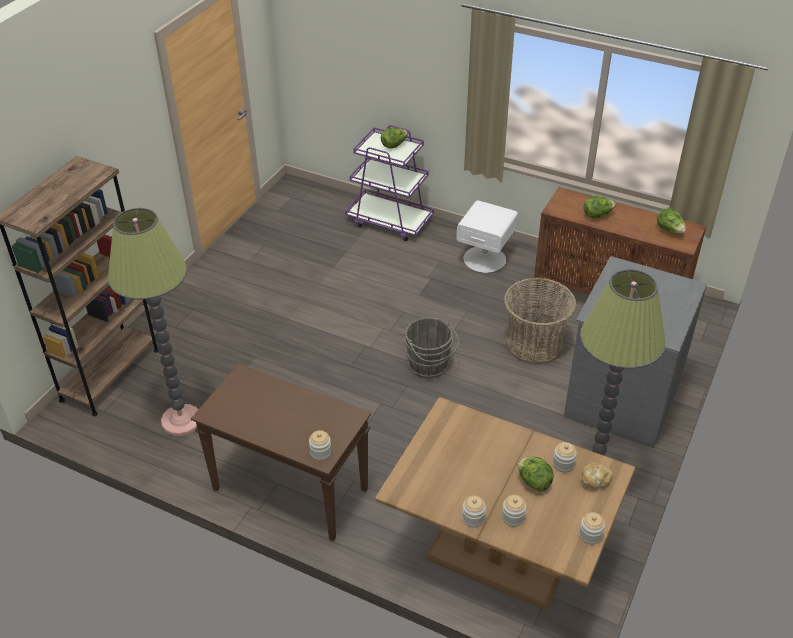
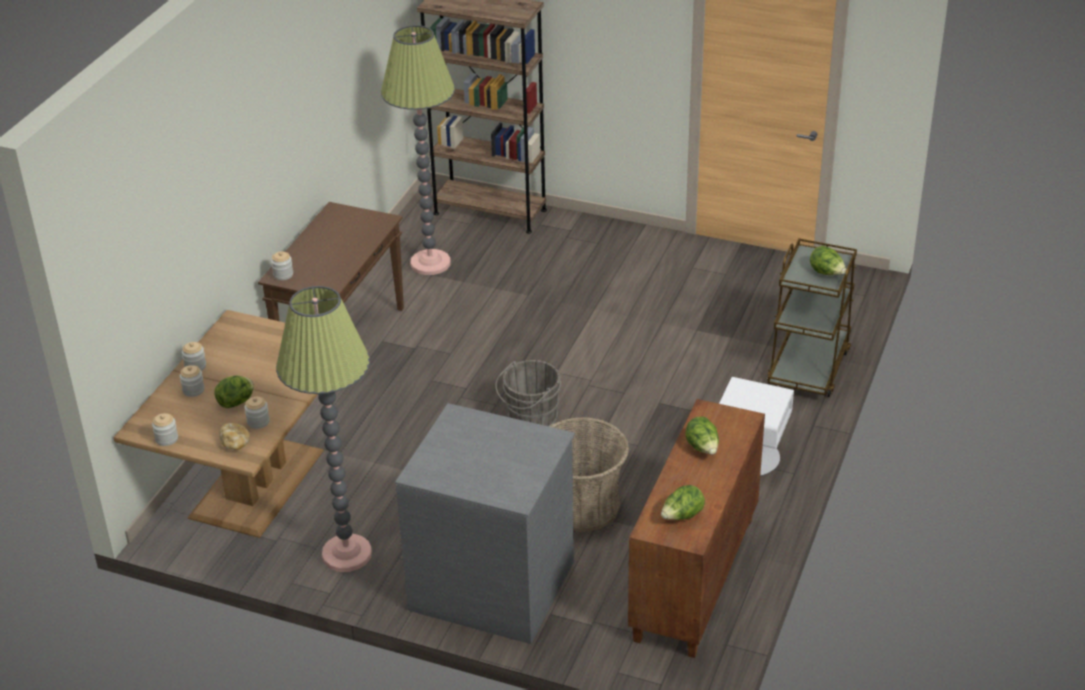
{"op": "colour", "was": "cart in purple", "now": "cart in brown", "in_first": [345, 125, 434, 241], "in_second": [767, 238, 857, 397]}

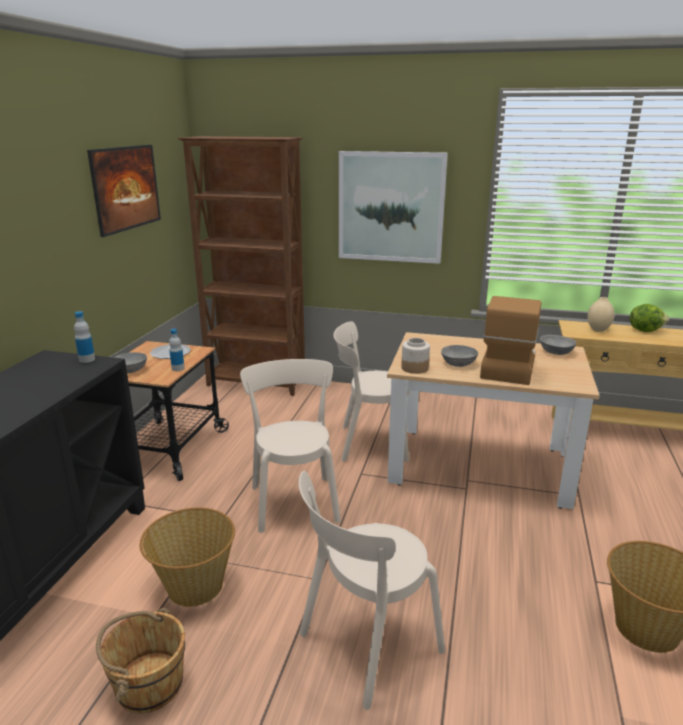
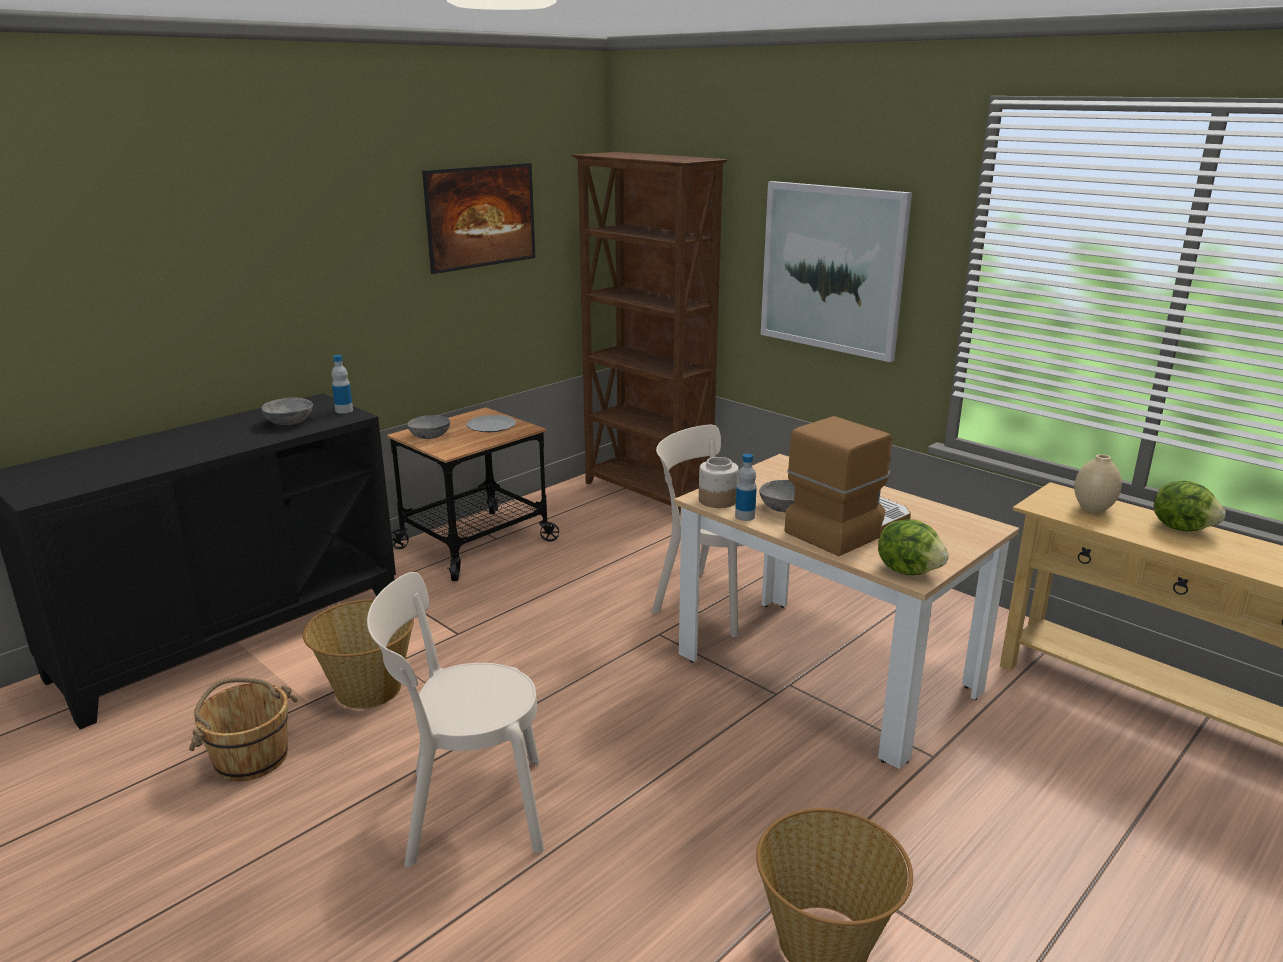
{"op": "relocated", "was": "bowl in grey", "in_first": [540, 335, 576, 355], "in_second": [261, 397, 313, 425]}
{"op": "relocated", "was": "bottle", "in_first": [169, 329, 184, 371], "in_second": [735, 454, 757, 521]}
{"op": "appeared", "now": "lettuce", "in_second": [878, 519, 949, 575]}
{"op": "missing", "was": "chair in beige", "in_first": [240, 359, 341, 533]}

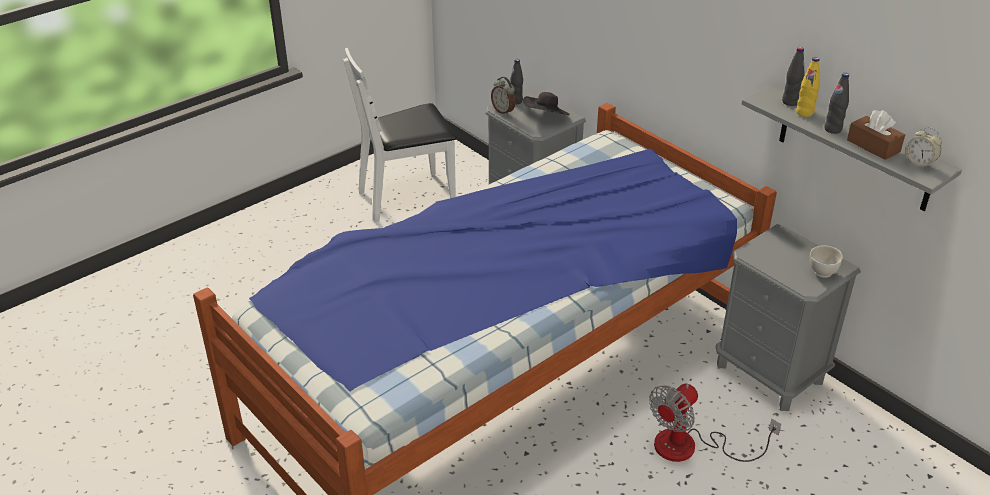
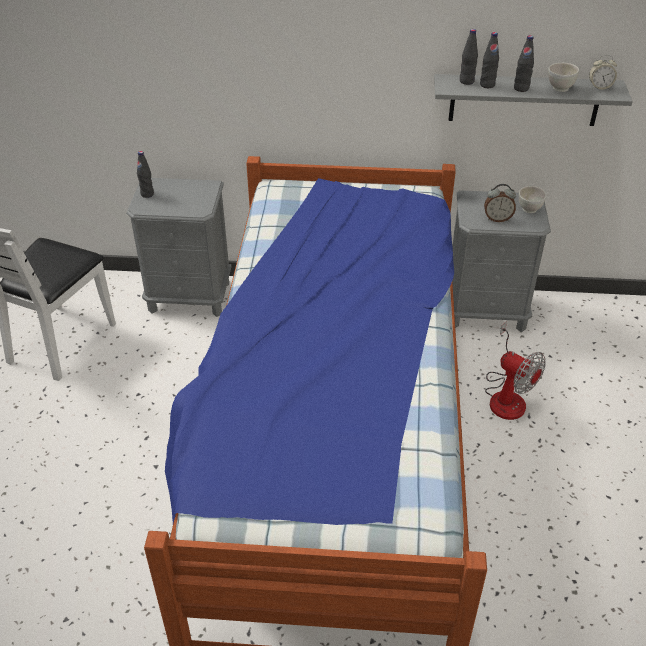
{"op": "colour", "was": "bottle in yellow", "now": "bottle in black", "in_first": [796, 57, 820, 117], "in_second": [480, 32, 499, 88]}
{"op": "relocated", "was": "alarm clock", "in_first": [491, 77, 516, 115], "in_second": [484, 184, 516, 222]}
{"op": "spun", "was": "fan", "in_first": [649, 384, 781, 462], "in_second": [485, 321, 546, 420], "clockwise": -45}
{"op": "exchanged", "was": "tissue box in brown", "now": "bowl in white", "in_first": [847, 110, 905, 160], "in_second": [548, 63, 579, 92]}
{"op": "missing", "was": "hat in black", "in_first": [523, 92, 570, 115]}

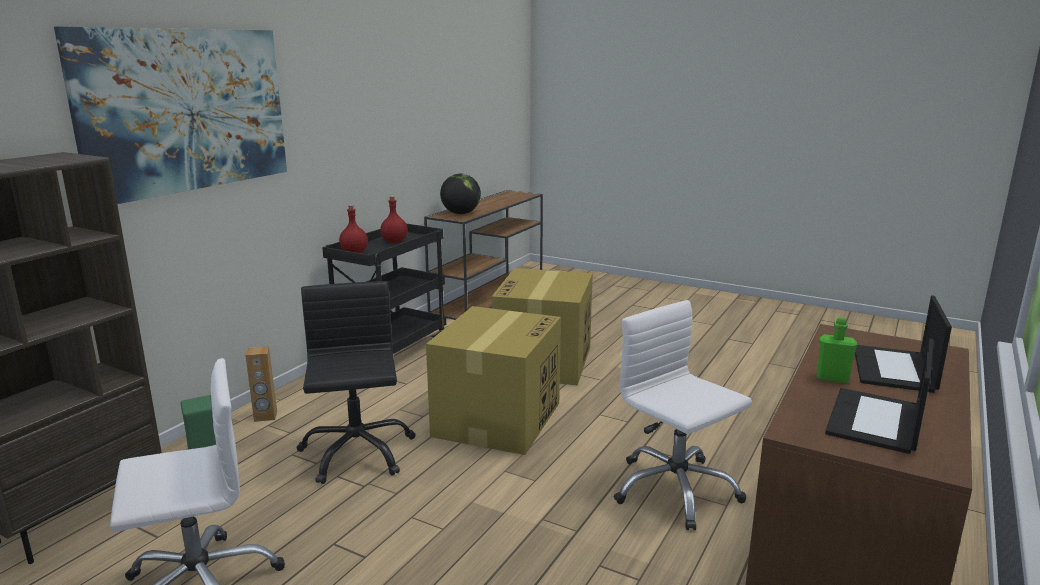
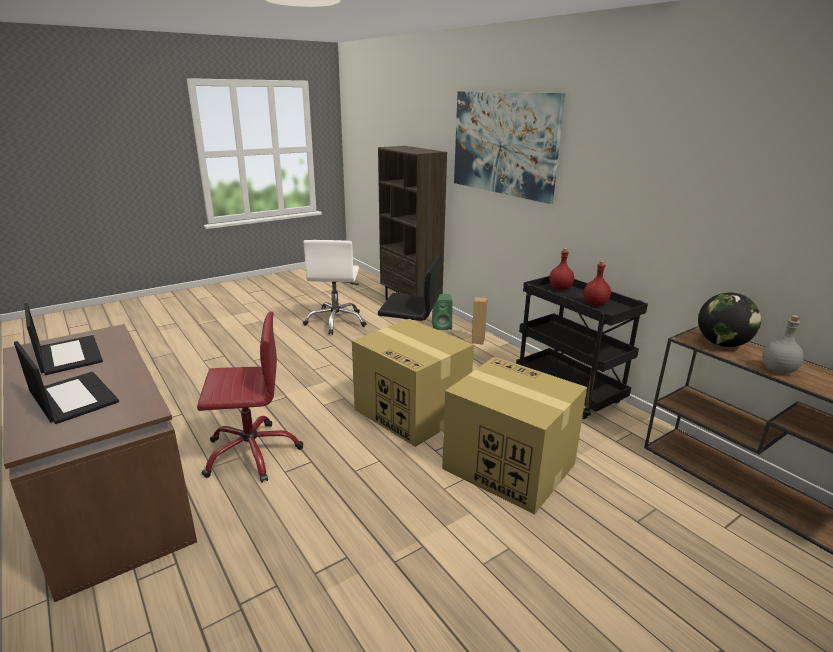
{"op": "colour", "was": "office chair in white", "now": "office chair in red", "in_first": [614, 300, 752, 530], "in_second": [197, 311, 303, 483]}
{"op": "appeared", "now": "bottle in grey", "in_second": [762, 315, 804, 374]}
{"op": "missing", "was": "bottle in green", "in_first": [817, 317, 857, 383]}

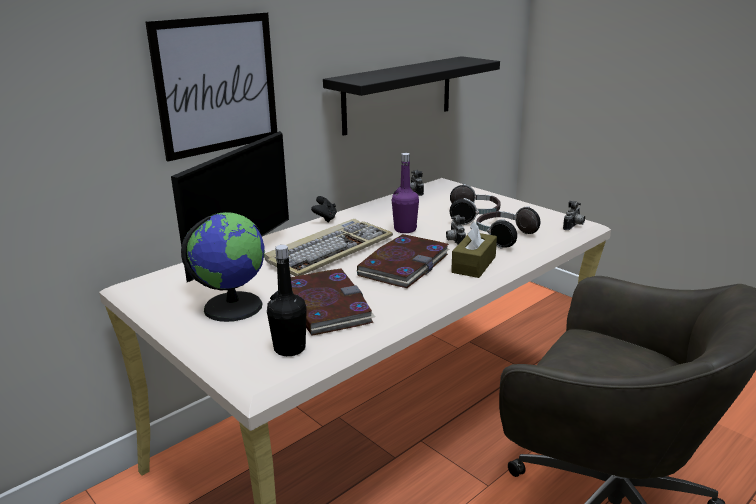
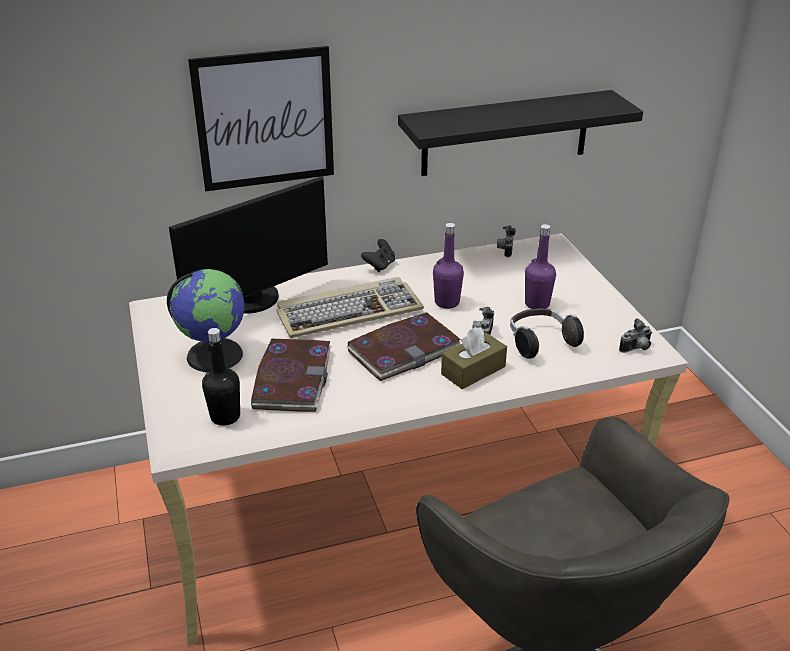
{"op": "exchanged", "was": "headphones", "now": "bottle in purple", "in_first": [450, 184, 501, 225], "in_second": [525, 224, 556, 309]}

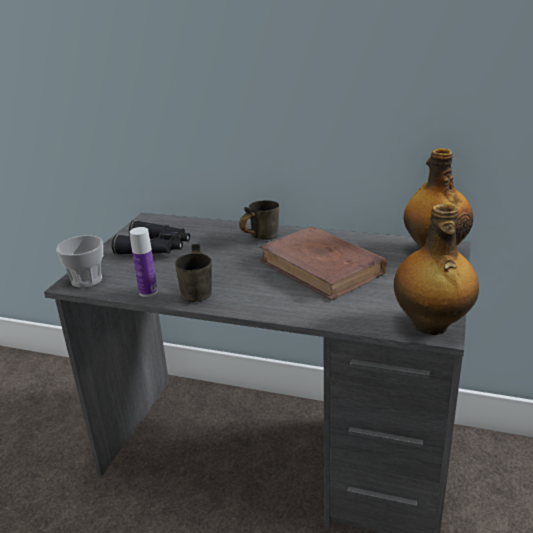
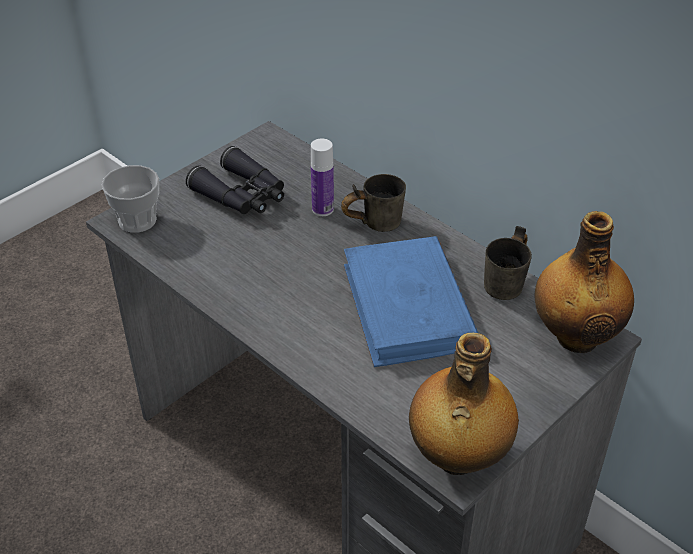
{"op": "relocated", "was": "bottle", "in_first": [129, 227, 158, 297], "in_second": [311, 139, 334, 216]}
{"op": "colour", "was": "book in brown", "now": "book in blue", "in_first": [259, 226, 387, 300], "in_second": [344, 236, 478, 367]}
{"op": "relocated", "was": "mug in grey", "in_first": [175, 244, 212, 302], "in_second": [484, 226, 532, 300]}

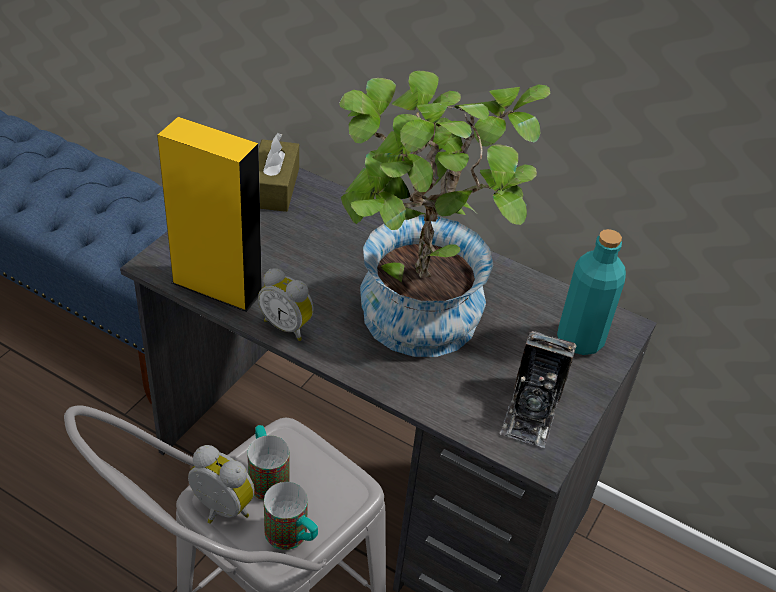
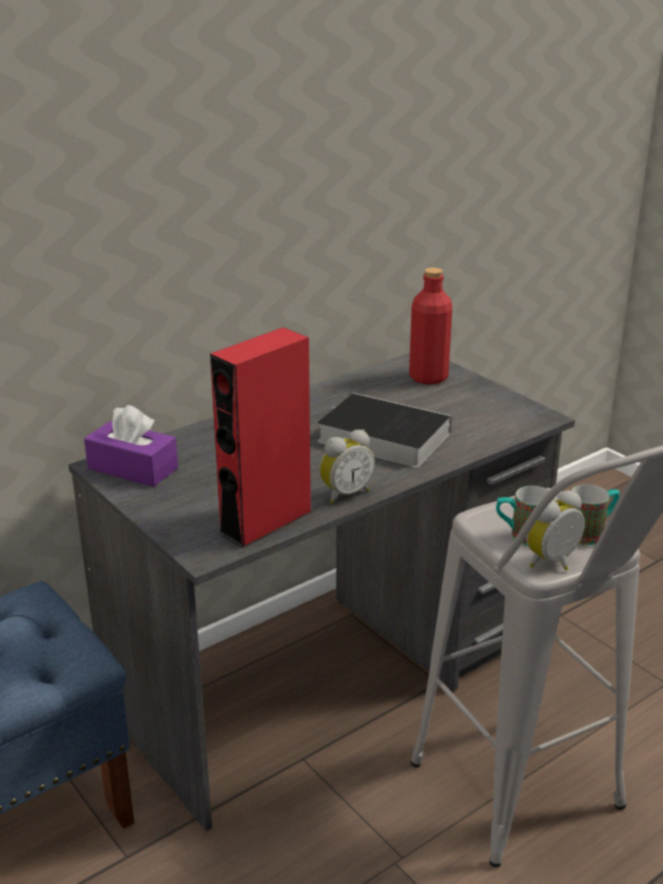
{"op": "colour", "was": "tissue box in brown", "now": "tissue box in purple", "in_first": [259, 133, 299, 212], "in_second": [84, 405, 178, 487]}
{"op": "colour", "was": "speaker in yellow", "now": "speaker in red", "in_first": [157, 117, 262, 312], "in_second": [210, 327, 312, 548]}
{"op": "exchanged", "was": "potted plant", "now": "book", "in_first": [339, 71, 550, 357], "in_second": [317, 393, 452, 468]}
{"op": "colour", "was": "bottle in turquoise", "now": "bottle in red", "in_first": [557, 229, 626, 355], "in_second": [409, 268, 452, 385]}
{"op": "missing", "was": "photo camera", "in_first": [500, 331, 577, 448]}

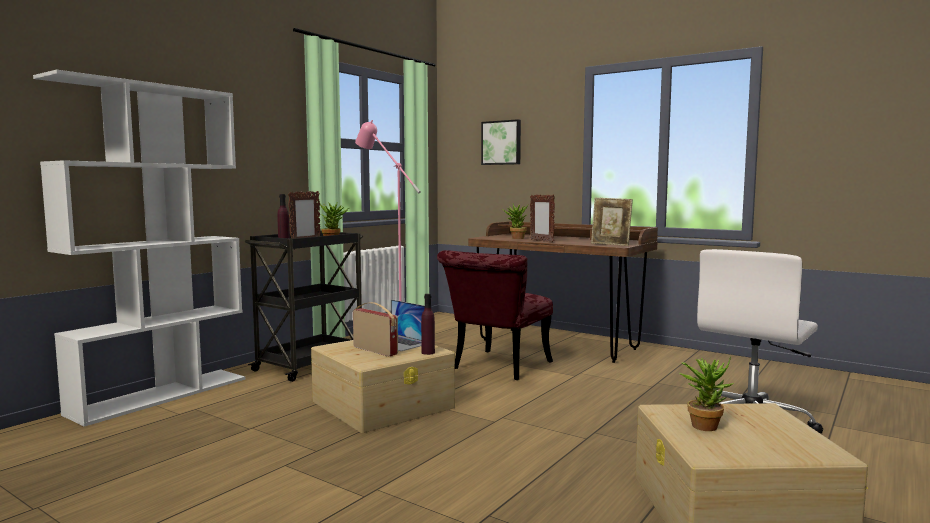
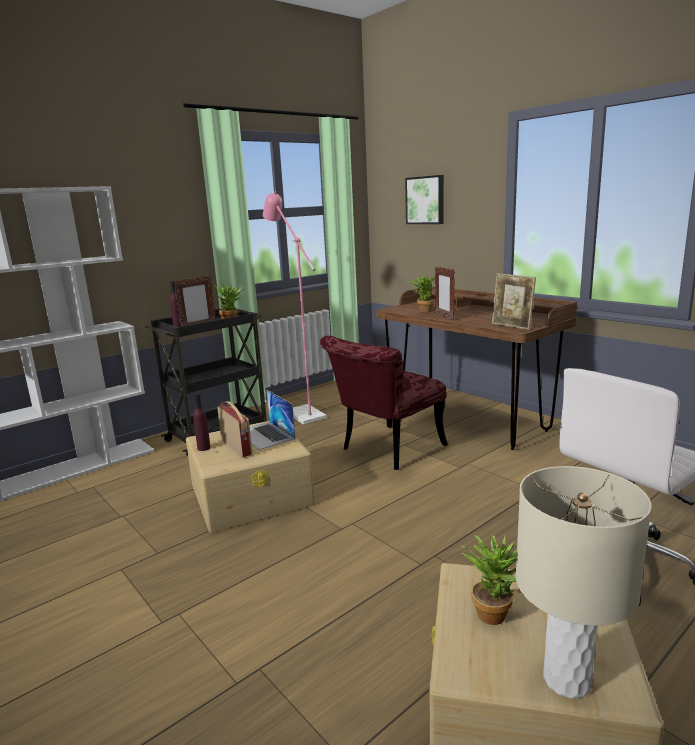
{"op": "relocated", "was": "bottle in purple", "in_first": [421, 294, 435, 355], "in_second": [193, 393, 211, 451]}
{"op": "appeared", "now": "table lamp in beige", "in_second": [516, 466, 652, 699]}

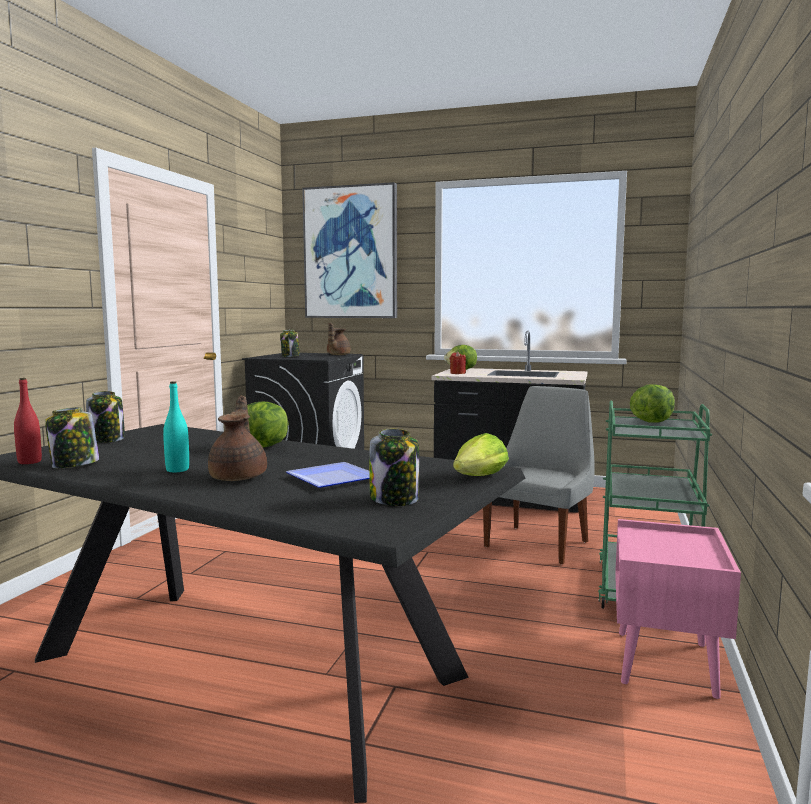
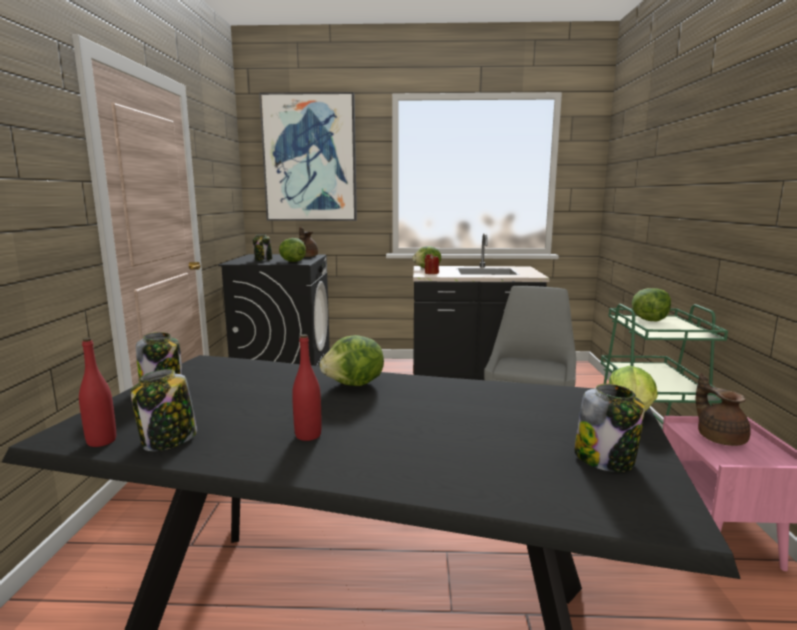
{"op": "appeared", "now": "lettuce", "in_second": [279, 238, 306, 262]}
{"op": "colour", "was": "bottle in turquoise", "now": "bottle in red", "in_first": [163, 381, 189, 472], "in_second": [292, 334, 322, 441]}
{"op": "relocated", "was": "teapot in brown", "in_first": [208, 395, 267, 481], "in_second": [696, 373, 751, 446]}
{"op": "missing", "was": "plate", "in_first": [286, 462, 370, 488]}

